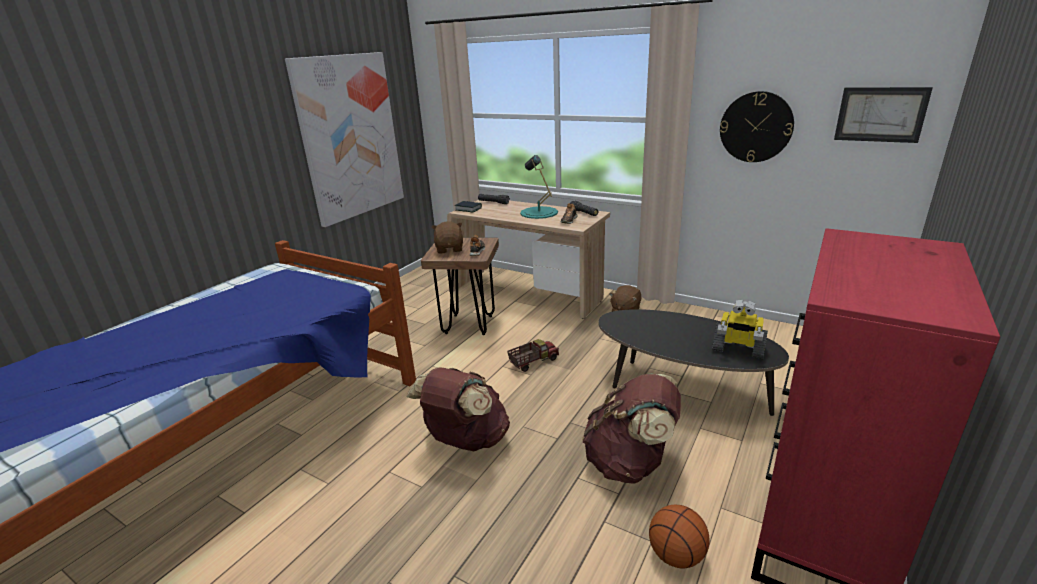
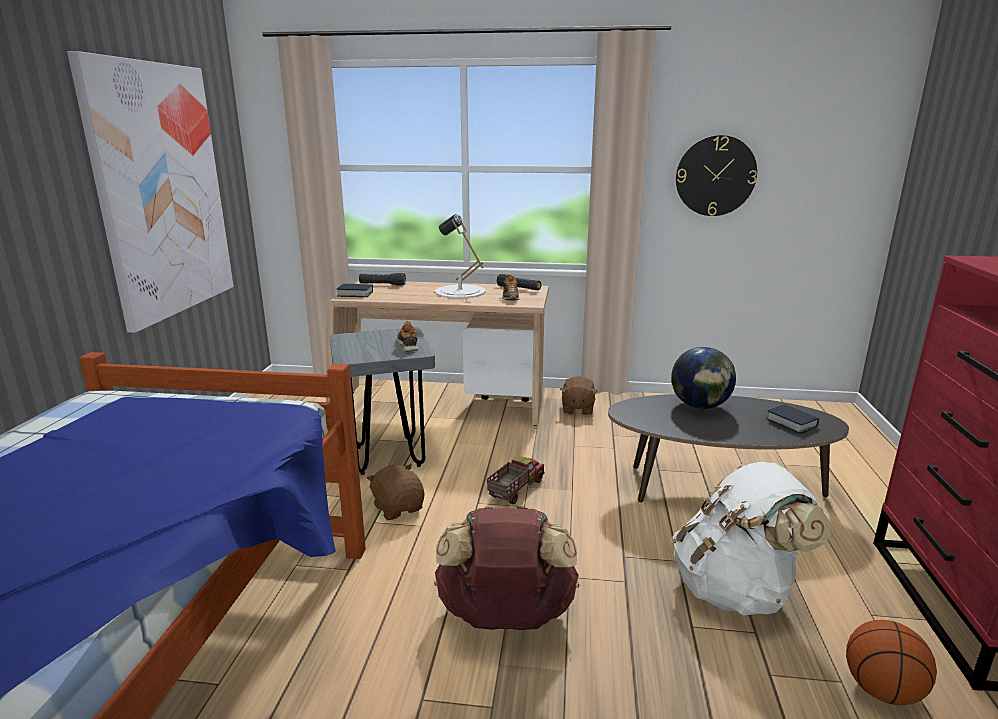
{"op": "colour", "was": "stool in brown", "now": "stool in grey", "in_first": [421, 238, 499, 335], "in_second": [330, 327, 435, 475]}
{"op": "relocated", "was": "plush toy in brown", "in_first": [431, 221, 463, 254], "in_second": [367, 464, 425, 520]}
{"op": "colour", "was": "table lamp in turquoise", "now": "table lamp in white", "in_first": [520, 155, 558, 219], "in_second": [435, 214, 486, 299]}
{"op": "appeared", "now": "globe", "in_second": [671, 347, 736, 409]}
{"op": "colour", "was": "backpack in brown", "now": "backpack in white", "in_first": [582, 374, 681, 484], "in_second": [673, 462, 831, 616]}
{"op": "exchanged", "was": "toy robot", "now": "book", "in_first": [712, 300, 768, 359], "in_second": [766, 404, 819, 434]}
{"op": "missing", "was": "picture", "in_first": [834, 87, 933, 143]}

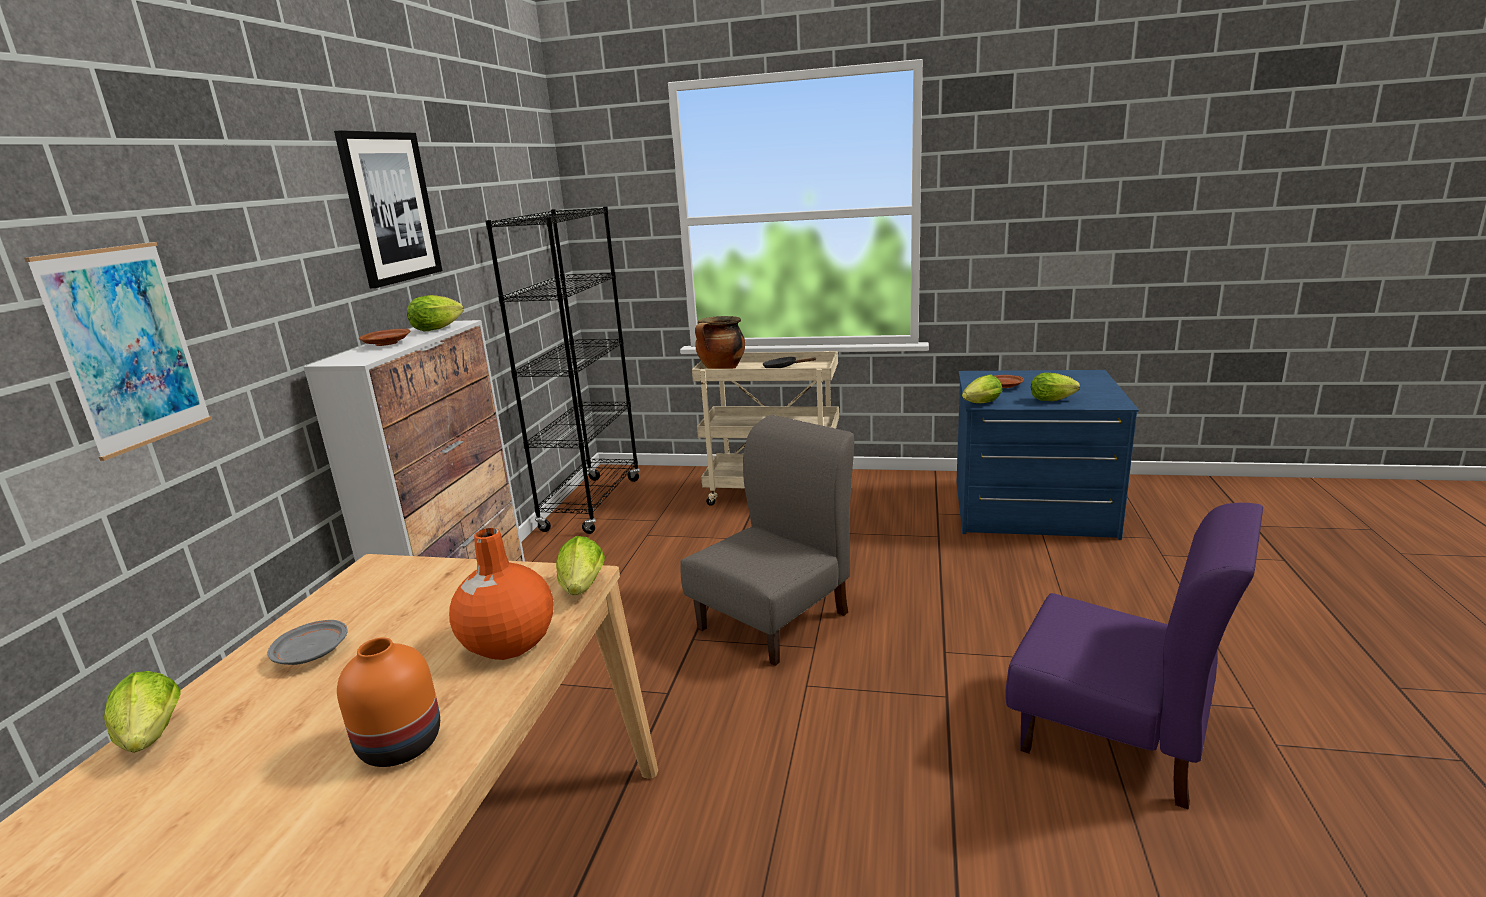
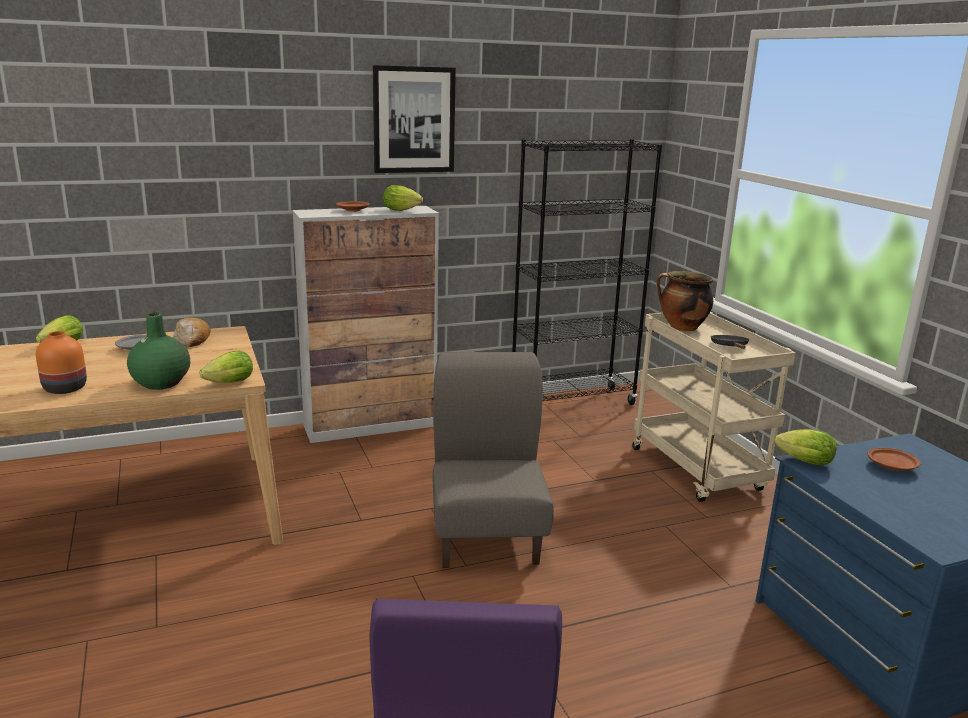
{"op": "colour", "was": "vase in orange", "now": "vase in green", "in_first": [449, 528, 554, 660], "in_second": [127, 312, 190, 390]}
{"op": "appeared", "now": "bread", "in_second": [173, 318, 210, 347]}
{"op": "spun", "was": "chair in grey", "in_first": [680, 415, 854, 666], "in_second": [432, 352, 554, 568], "clockwise": -105}
{"op": "missing", "was": "picture", "in_first": [24, 242, 212, 461]}
{"op": "missing", "was": "lettuce", "in_first": [1031, 373, 1080, 401]}

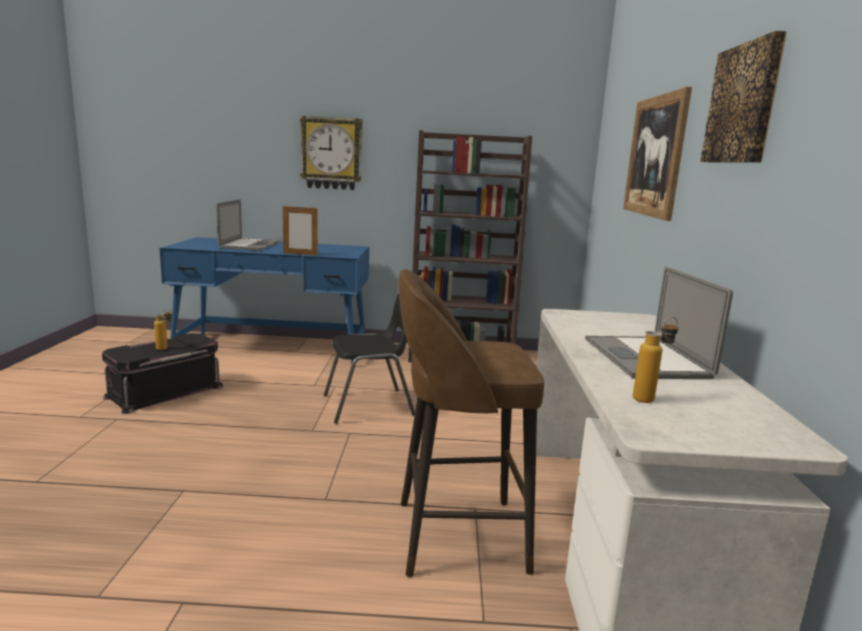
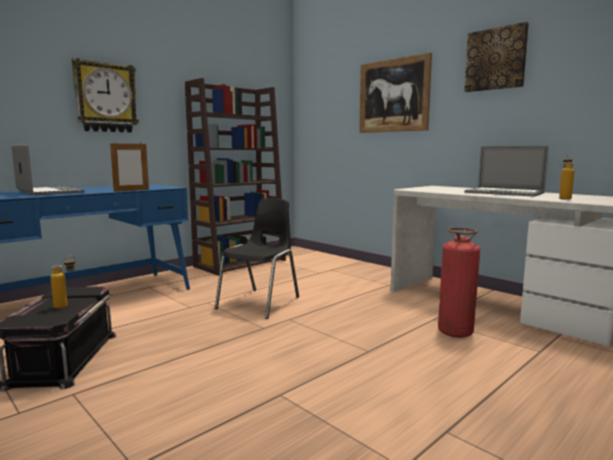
{"op": "exchanged", "was": "stool in brown", "now": "fire extinguisher", "in_first": [398, 269, 544, 577], "in_second": [438, 227, 480, 338]}

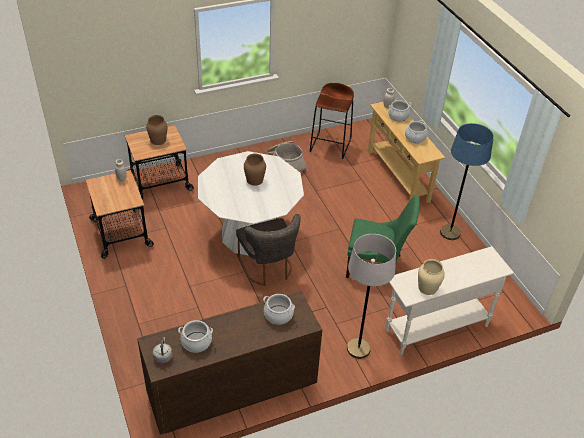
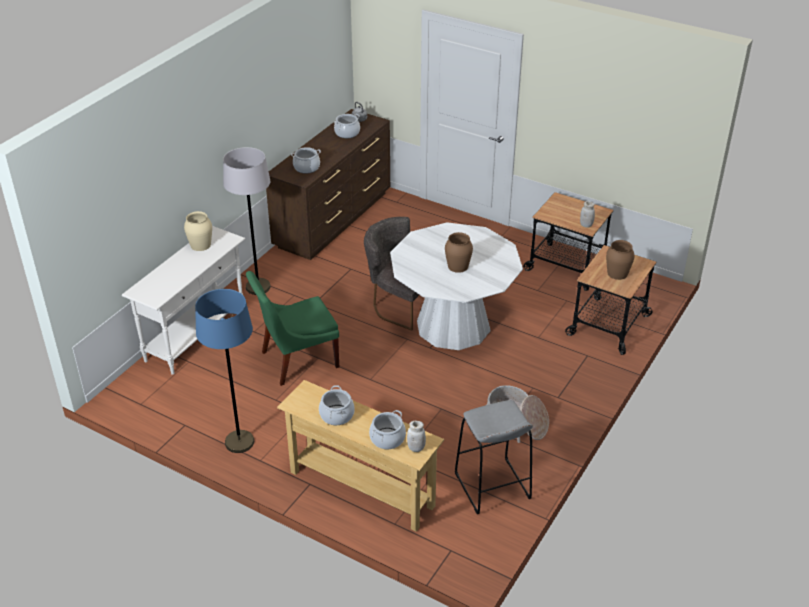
{"op": "colour", "was": "stool in brown", "now": "stool in grey", "in_first": [310, 83, 354, 159], "in_second": [455, 400, 533, 514]}

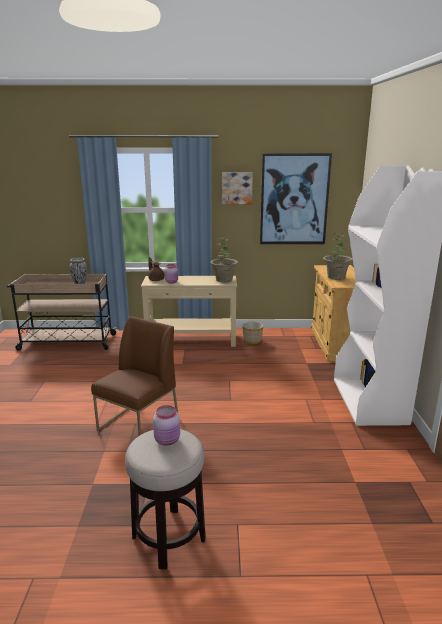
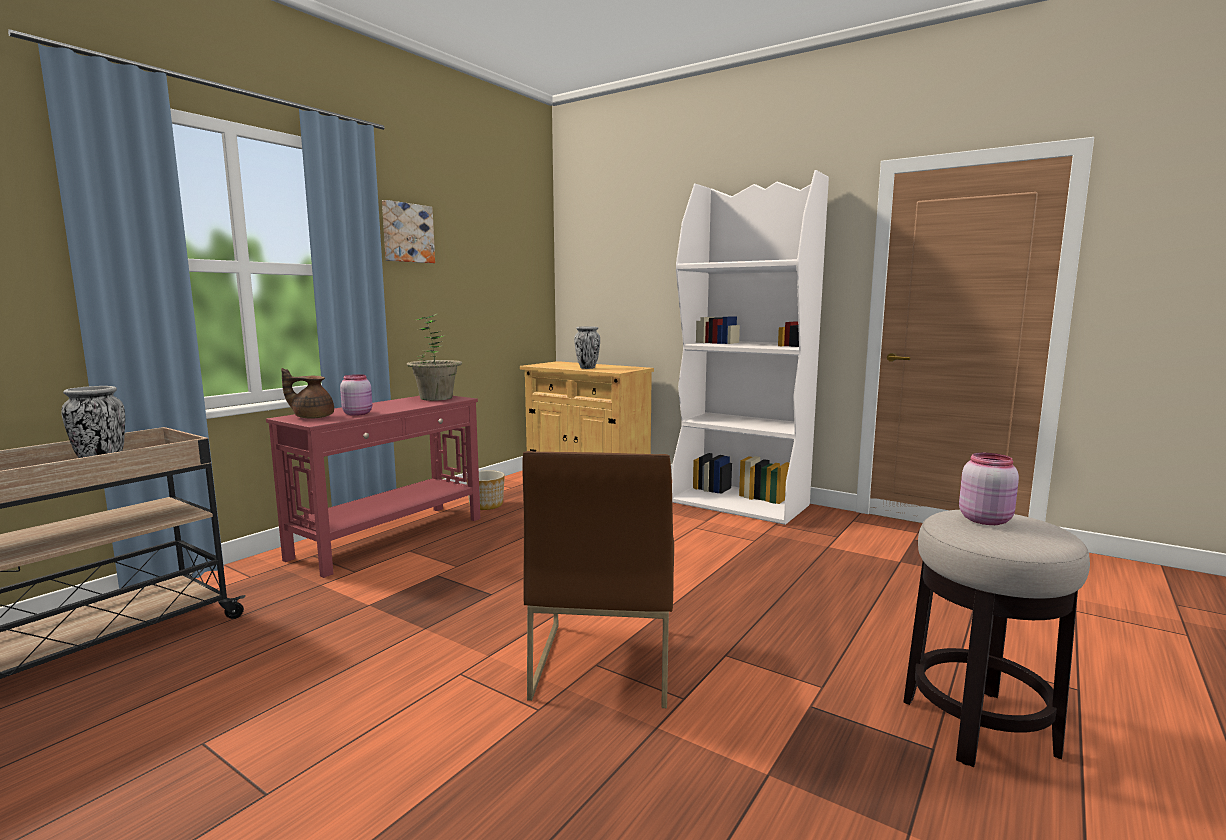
{"op": "colour", "was": "console table in beige", "now": "console table in red", "in_first": [141, 276, 237, 347], "in_second": [266, 396, 480, 578]}
{"op": "spun", "was": "chair in brown", "in_first": [91, 316, 178, 436], "in_second": [523, 451, 674, 708], "clockwise": -150}
{"op": "exchanged", "was": "potted plant", "now": "vase", "in_first": [323, 233, 353, 280], "in_second": [574, 327, 600, 369]}
{"op": "missing", "was": "picture", "in_first": [260, 153, 332, 244]}

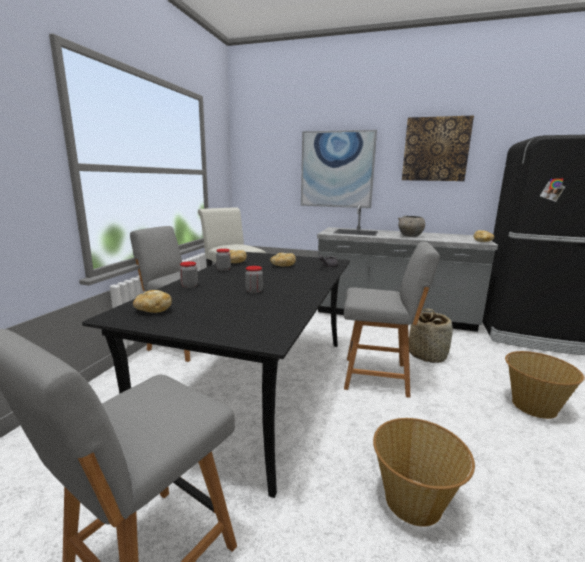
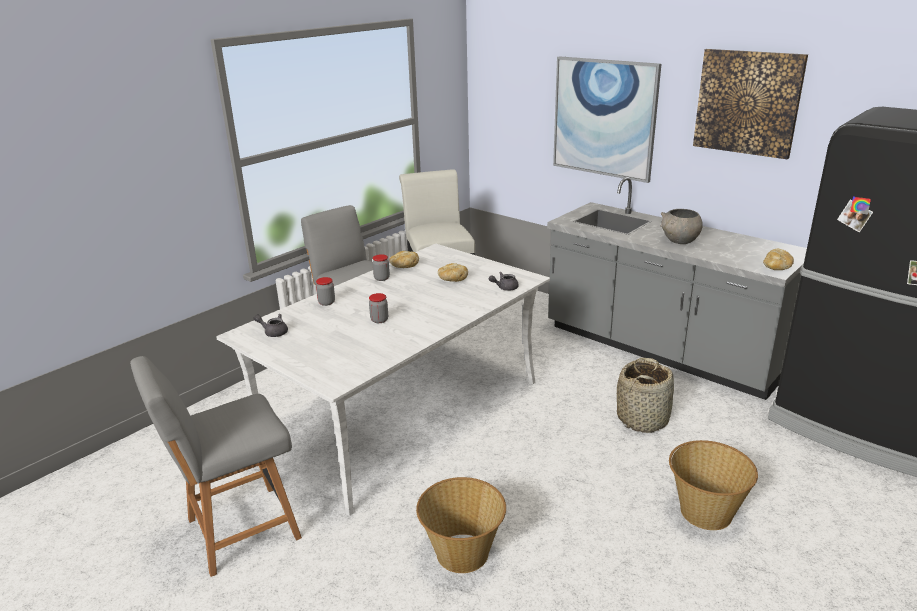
{"op": "colour", "was": "dining table in black", "now": "dining table in white", "in_first": [82, 252, 350, 498], "in_second": [216, 244, 550, 516]}
{"op": "exchanged", "was": "bread", "now": "teapot in grey", "in_first": [133, 290, 172, 313], "in_second": [253, 314, 288, 337]}
{"op": "missing", "was": "chair in grey", "in_first": [344, 242, 440, 398]}

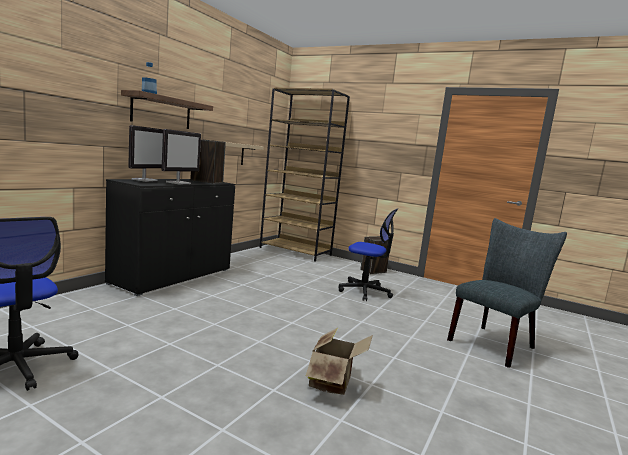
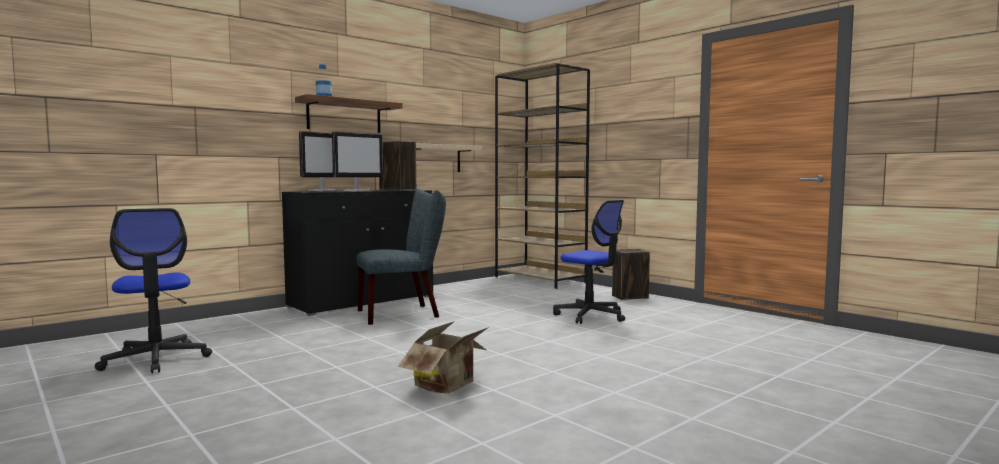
{"op": "relocated", "was": "chair in grey", "in_first": [447, 218, 567, 368], "in_second": [356, 188, 446, 325]}

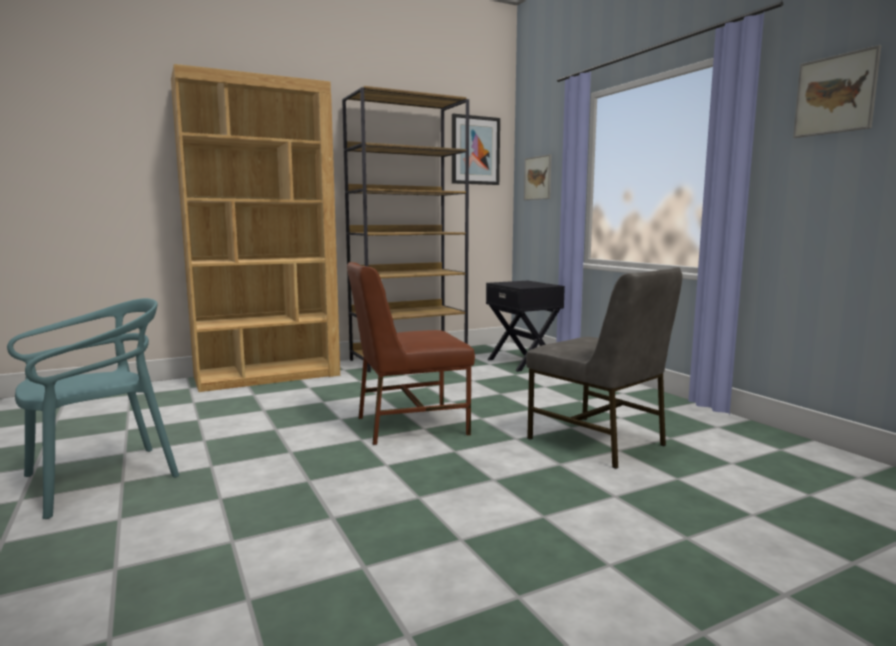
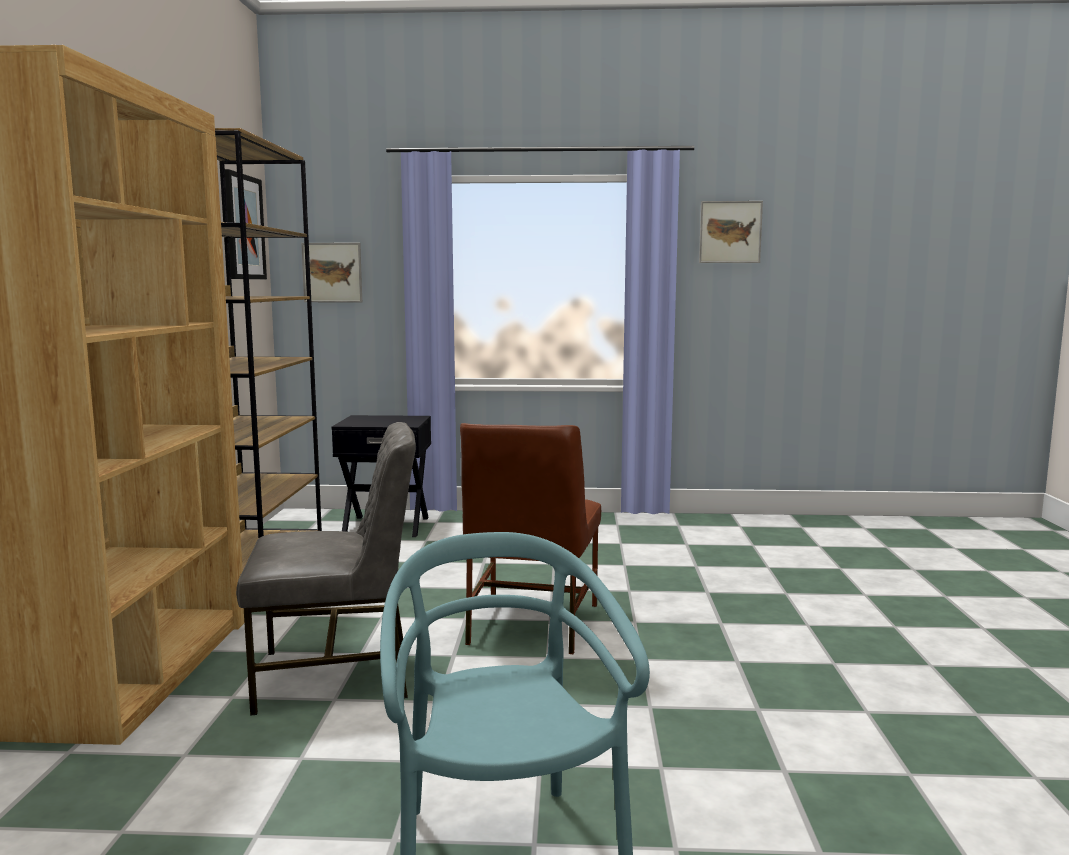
{"op": "relocated", "was": "chair in grey", "in_first": [526, 267, 682, 469], "in_second": [236, 422, 416, 716]}

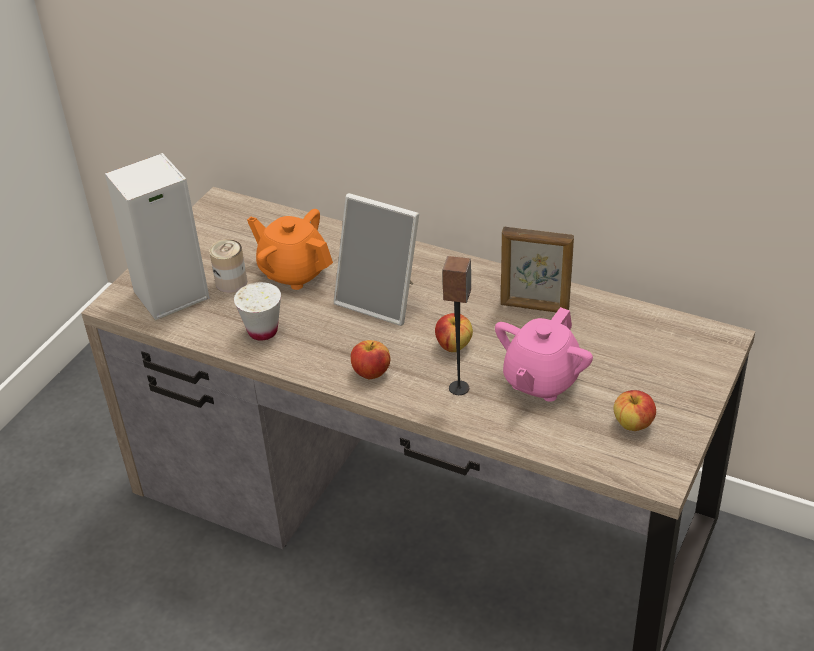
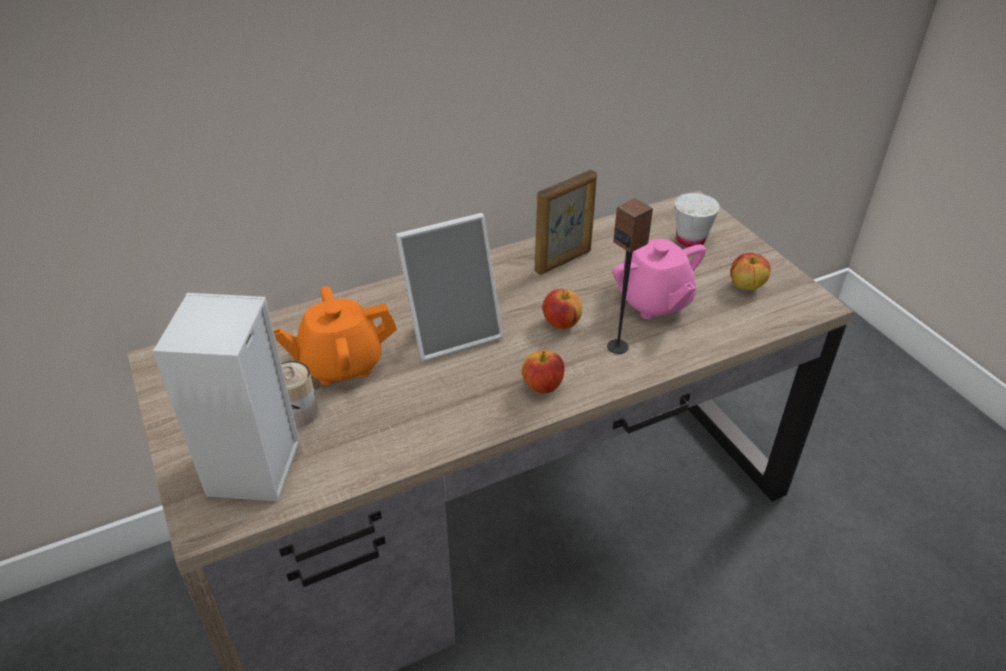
{"op": "relocated", "was": "cup in white", "in_first": [234, 282, 281, 341], "in_second": [674, 193, 720, 247]}

